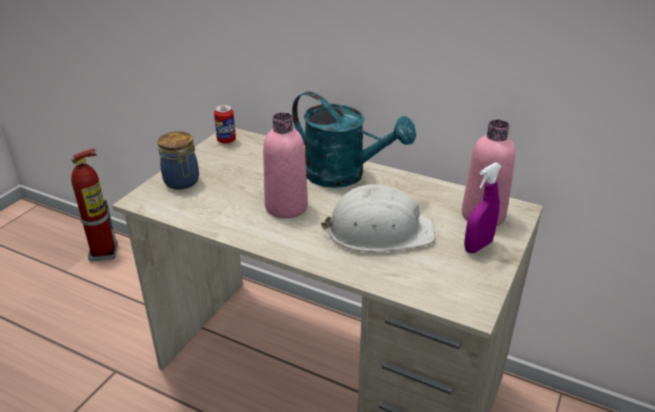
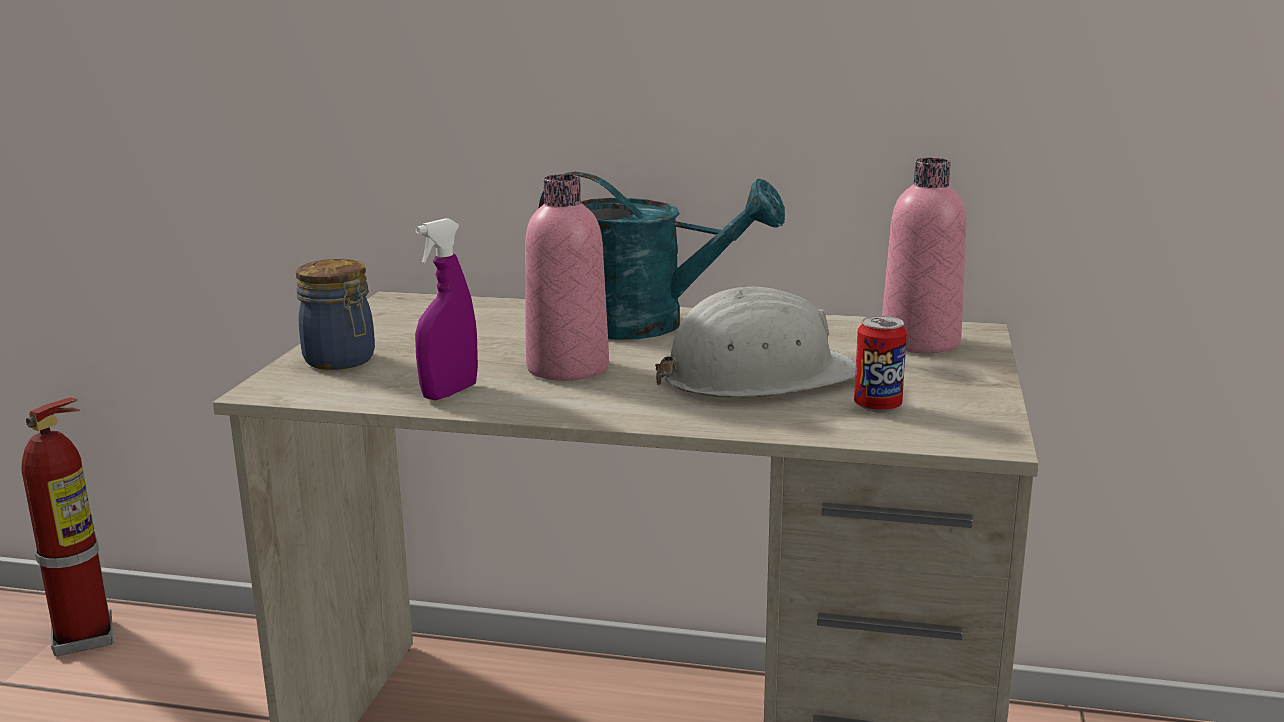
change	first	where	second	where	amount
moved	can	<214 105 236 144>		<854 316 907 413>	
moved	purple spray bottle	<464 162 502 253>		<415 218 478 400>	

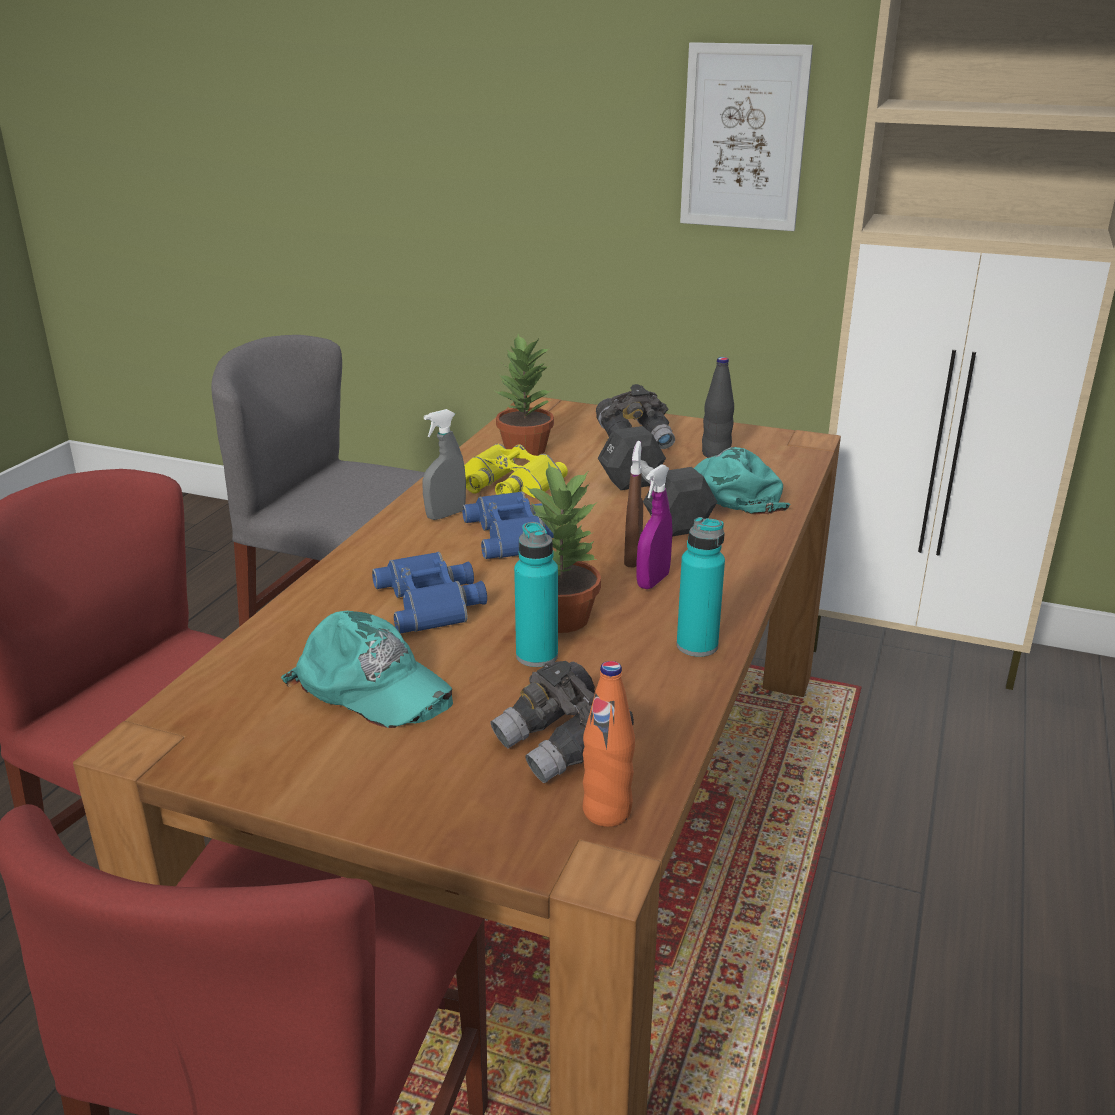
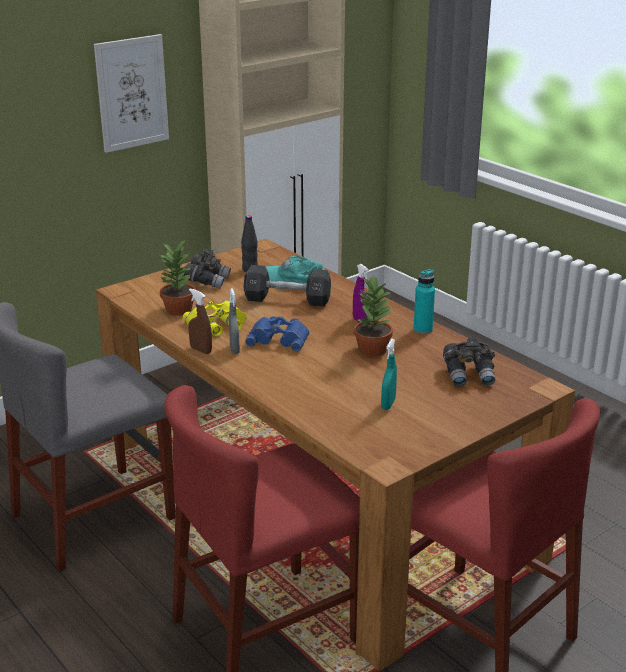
change	first	where	second	where	amount
replaced	turquoise cap	<281 611 453 728>	turquoise spray bottle	<381 339 397 410>	
removed	blue binoculars	<372 552 487 634>			
removed	turquoise bottle	<514 522 558 667>			
removed	orange bottle	<583 661 635 827>			
moved	brown spray bottle	<624 441 643 568>		<188 288 212 354>	

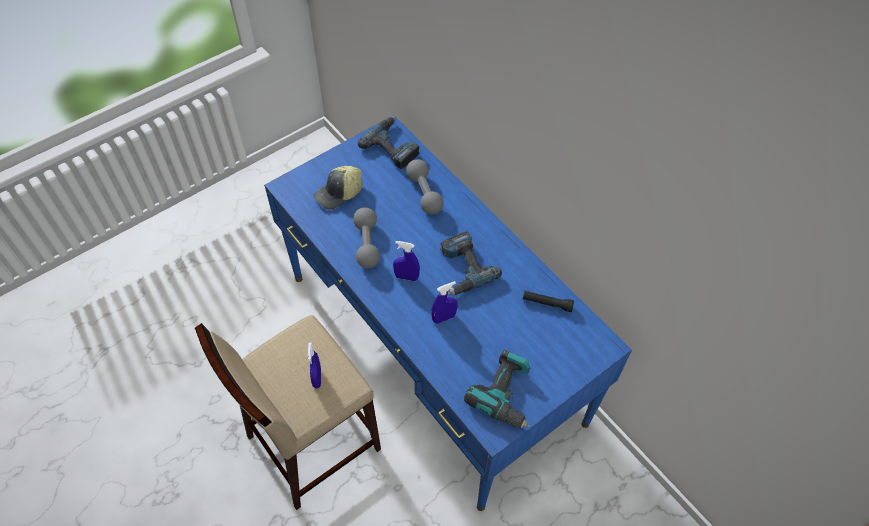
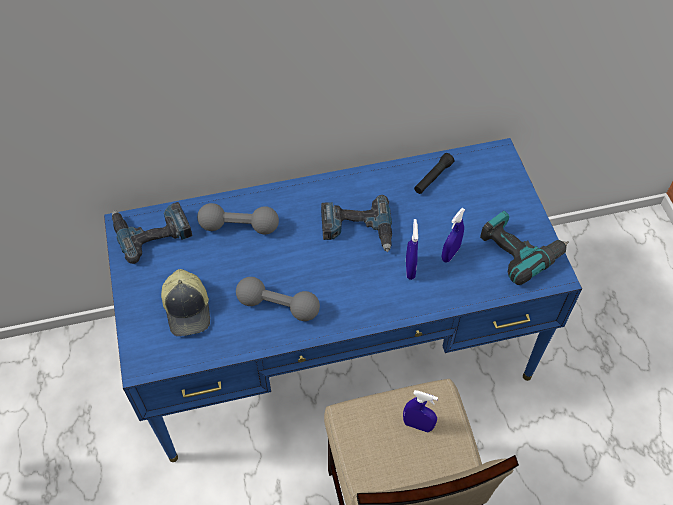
change	first	where	second	where	amount
moved	blue spray bottle	<393 241 420 281>		<442 208 465 263>	

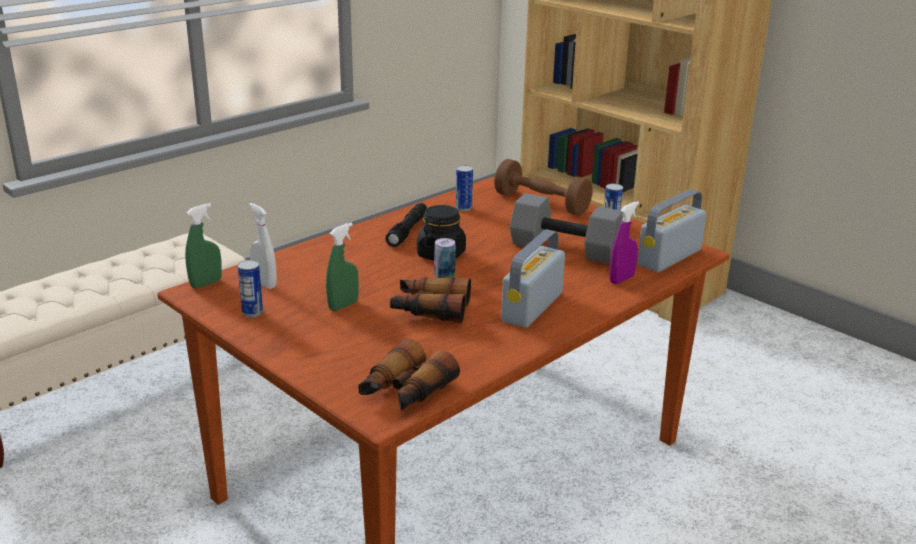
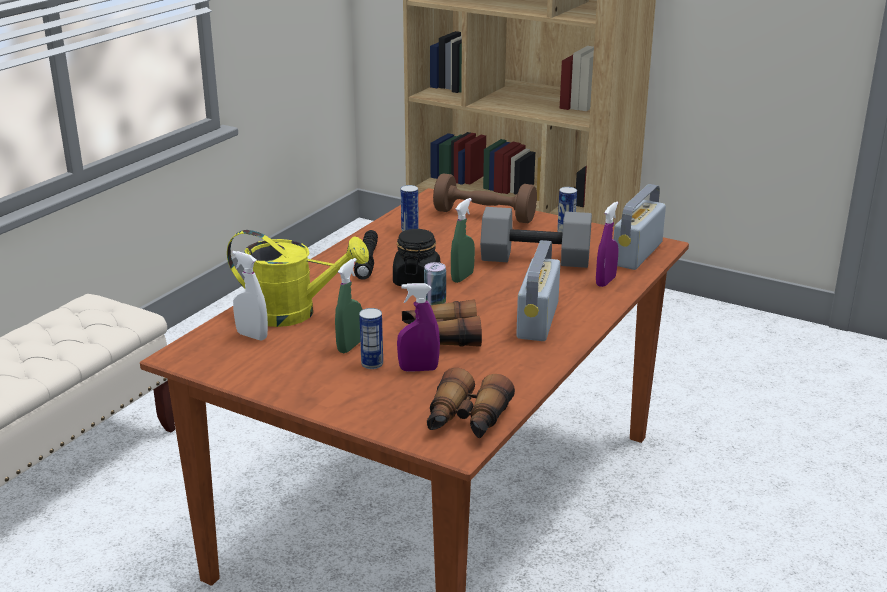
change	first	where	second	where	amount
moved	green spray bottle	<185 203 222 288>		<451 198 475 283>	
moved	can	<238 260 263 317>		<359 308 383 369>	
added			yellow watering can	<227 230 369 327>	
added			purple spray bottle	<397 283 440 371>	

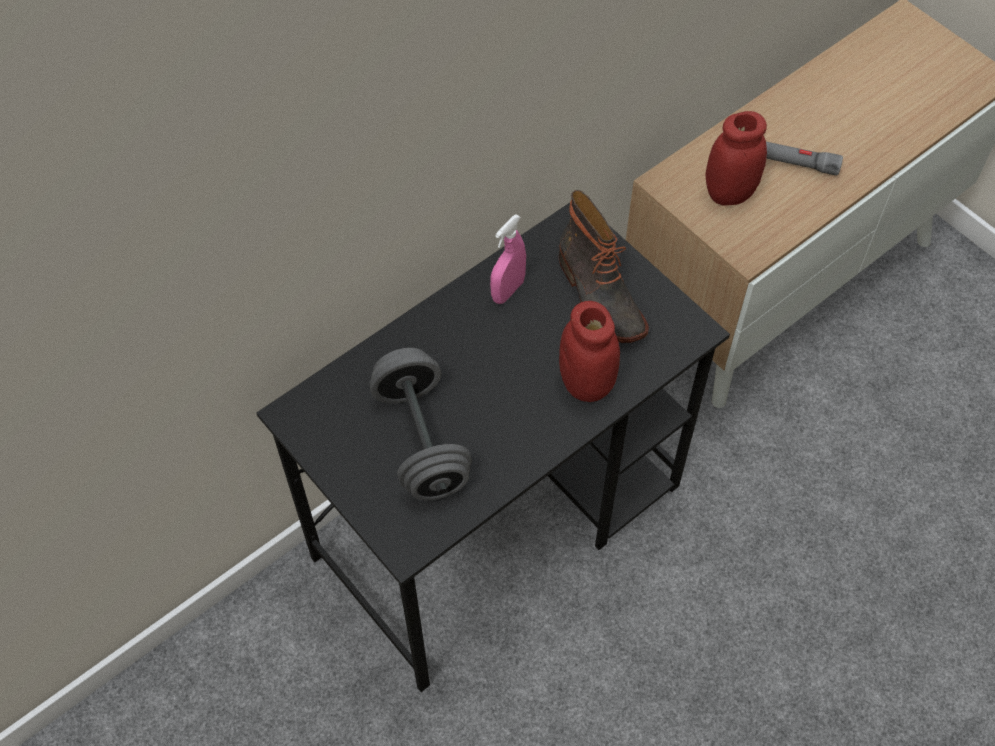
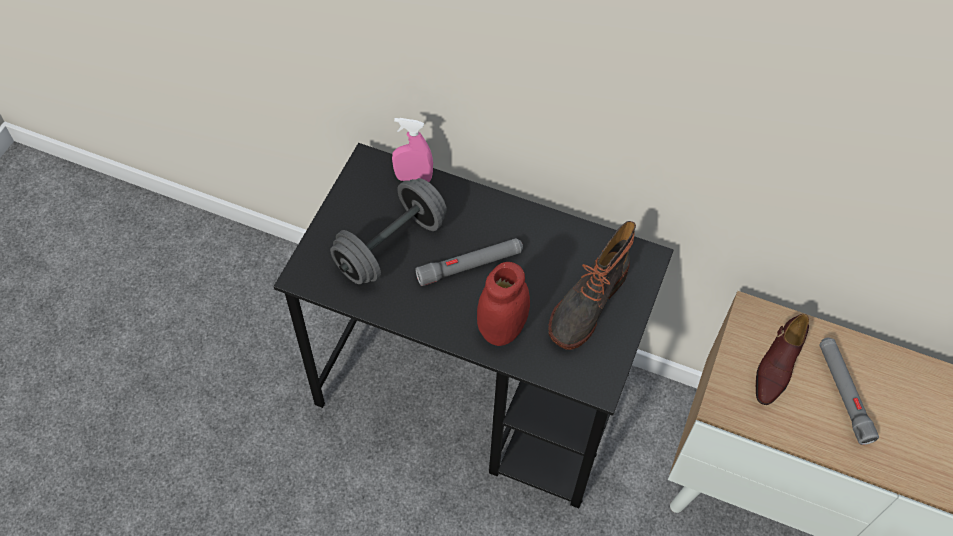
change	first	where	second	where	amount
moved	pink spray bottle	<490 214 526 304>		<392 118 433 182>	
replaced	red jar	<706 111 767 205>	brown shoe	<756 314 809 405>	
added			grey flashlight	<415 238 523 286>	

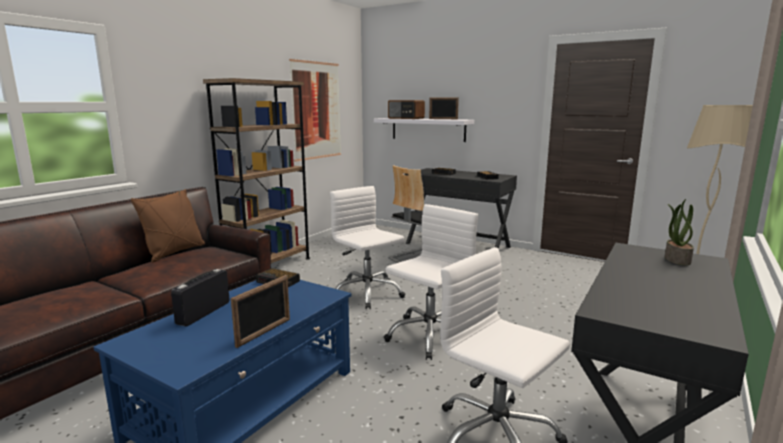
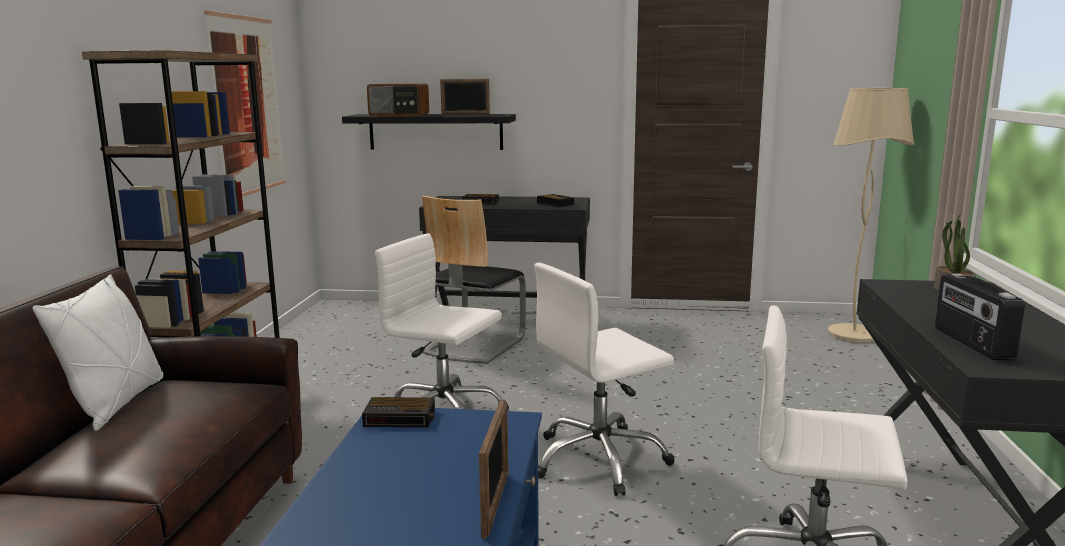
change	first	where	second	where	amount
recoloured	brown pillow	<131 189 205 263>	white pillow	<32 274 163 431>	
moved	radio	<171 269 229 327>		<935 274 1025 360>	
recoloured	white shelf	<374 118 474 142>	black shelf	<342 114 516 150>	
turned	white office chair	<384 204 478 360>		<534 263 675 496>	135 degrees counterclockwise

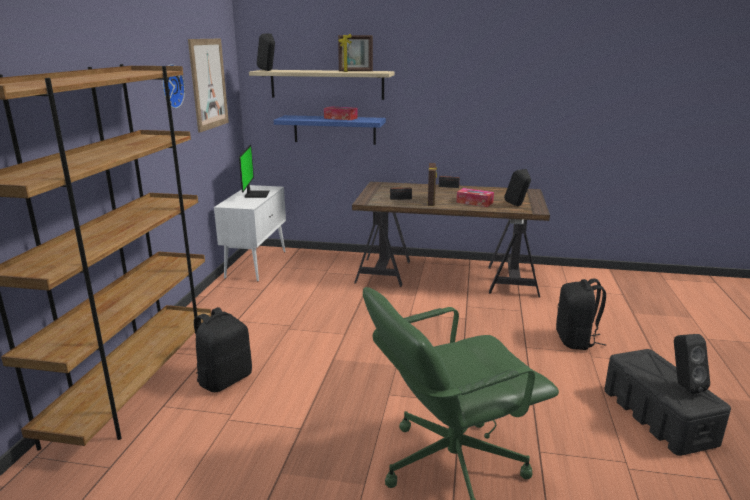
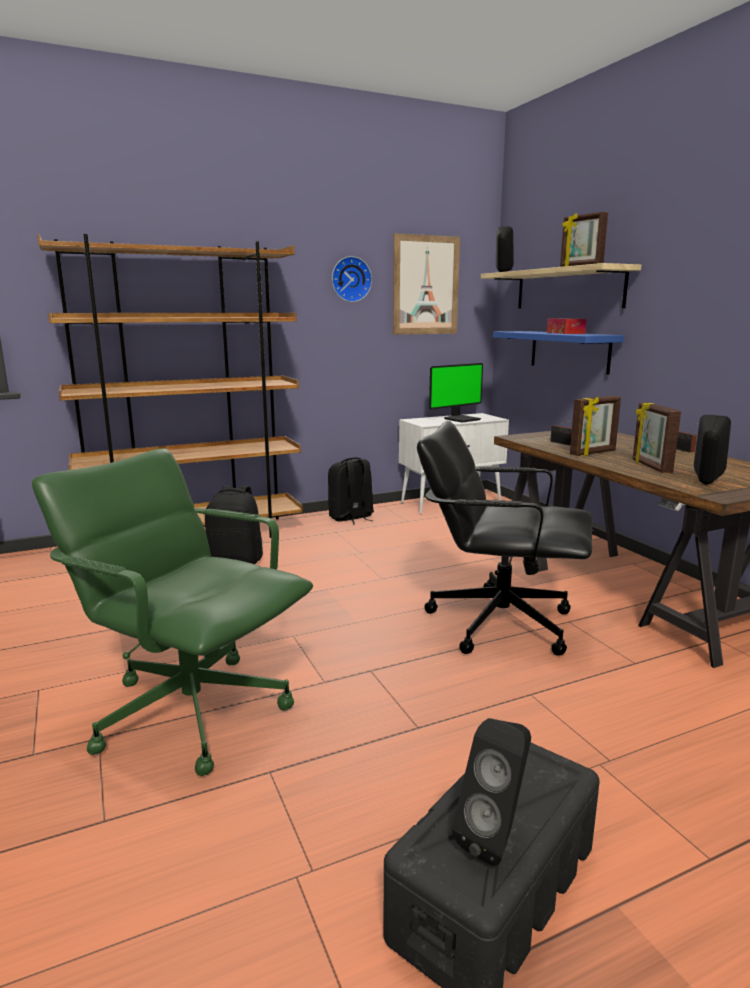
change	first	where	second	where	amount
replaced	tissue box	<456 188 494 207>	picture frame	<633 402 681 473>	
moved	black backpack	<556 279 606 350>		<328 457 374 525>	
added			black office chair	<417 421 593 656>	

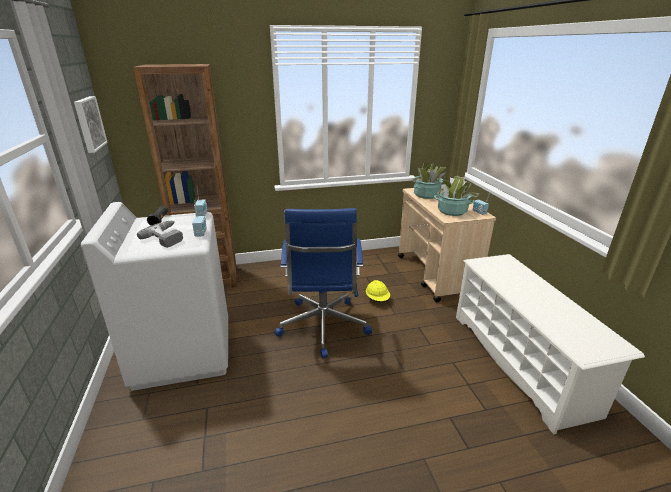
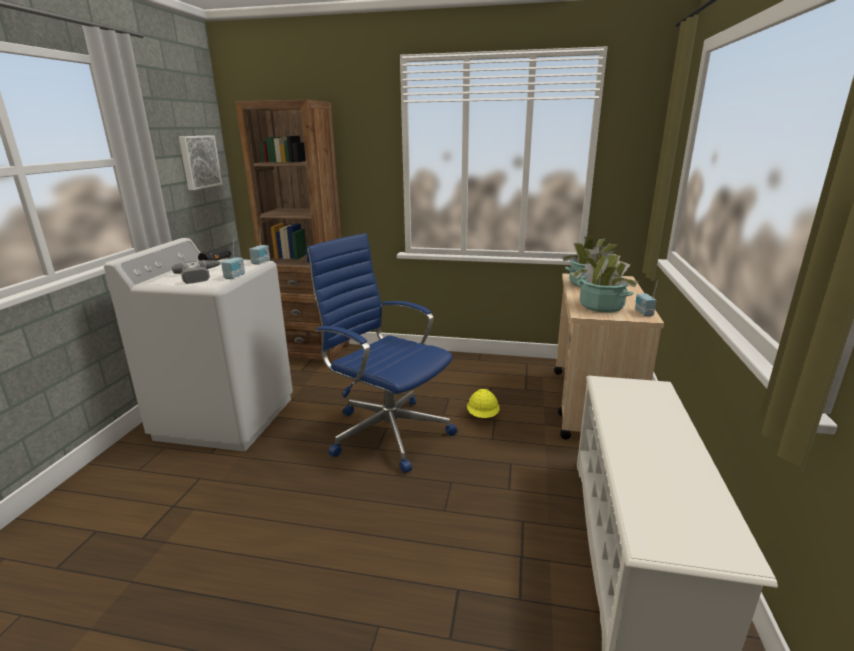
change	first	where	second	where	amount
turned	blue office chair	<274 208 372 358>		<306 233 457 473>	105 degrees clockwise

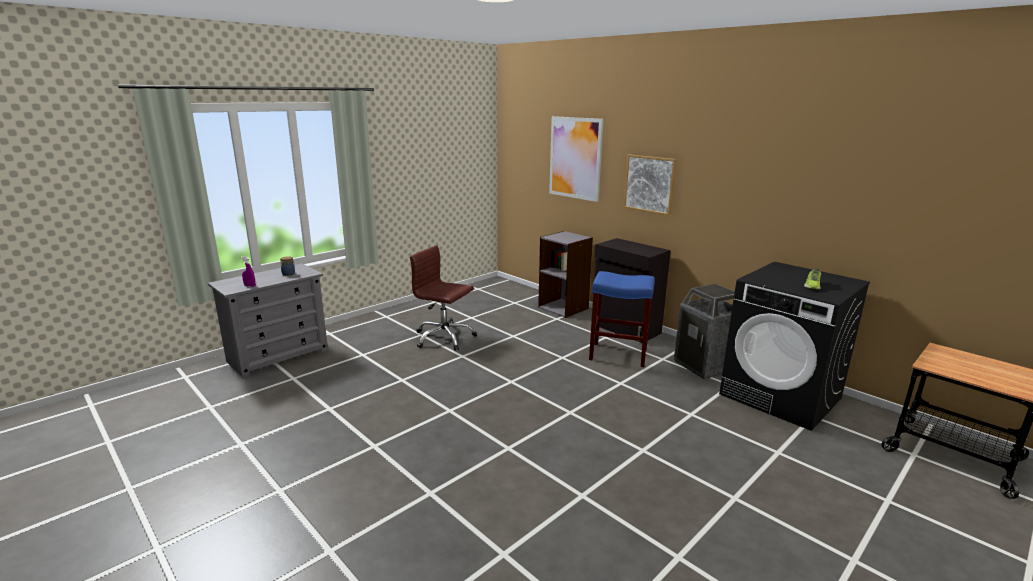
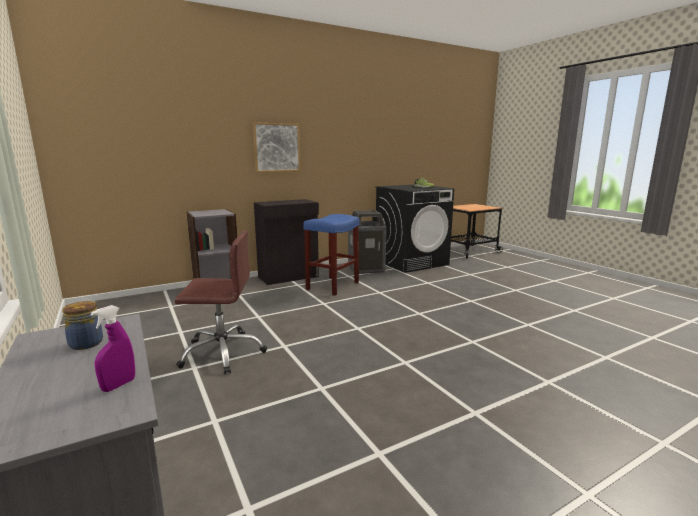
change	first	where	second	where	amount
turned	brown office chair	<410 245 477 350>		<175 231 267 374>	135 degrees counterclockwise
removed	picture	<549 116 604 202>			

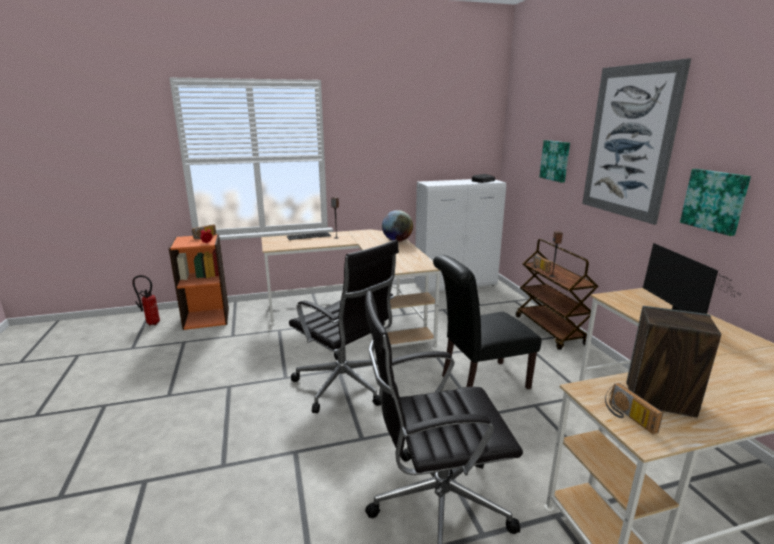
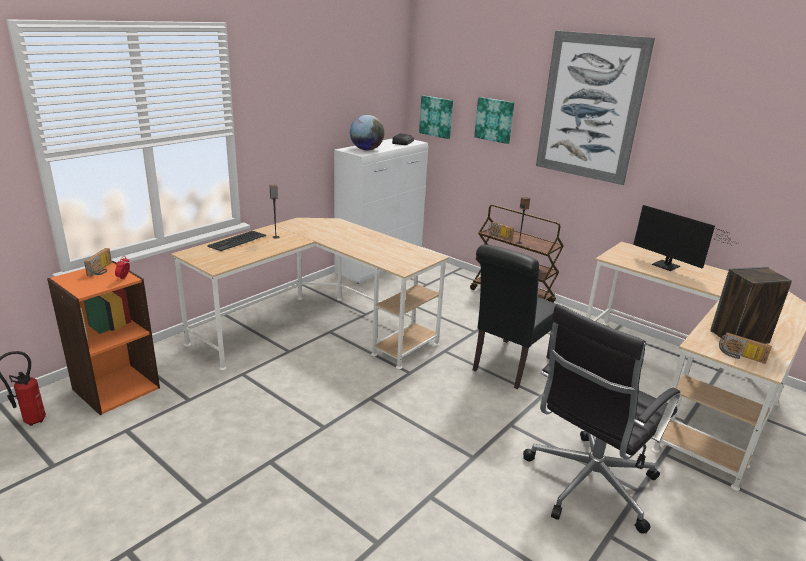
change	first	where	second	where	amount
removed	black office chair	<289 240 399 413>			
moved	globe	<382 210 413 242>		<350 115 384 150>	
moved	picture	<680 169 751 236>		<419 96 453 139>	

